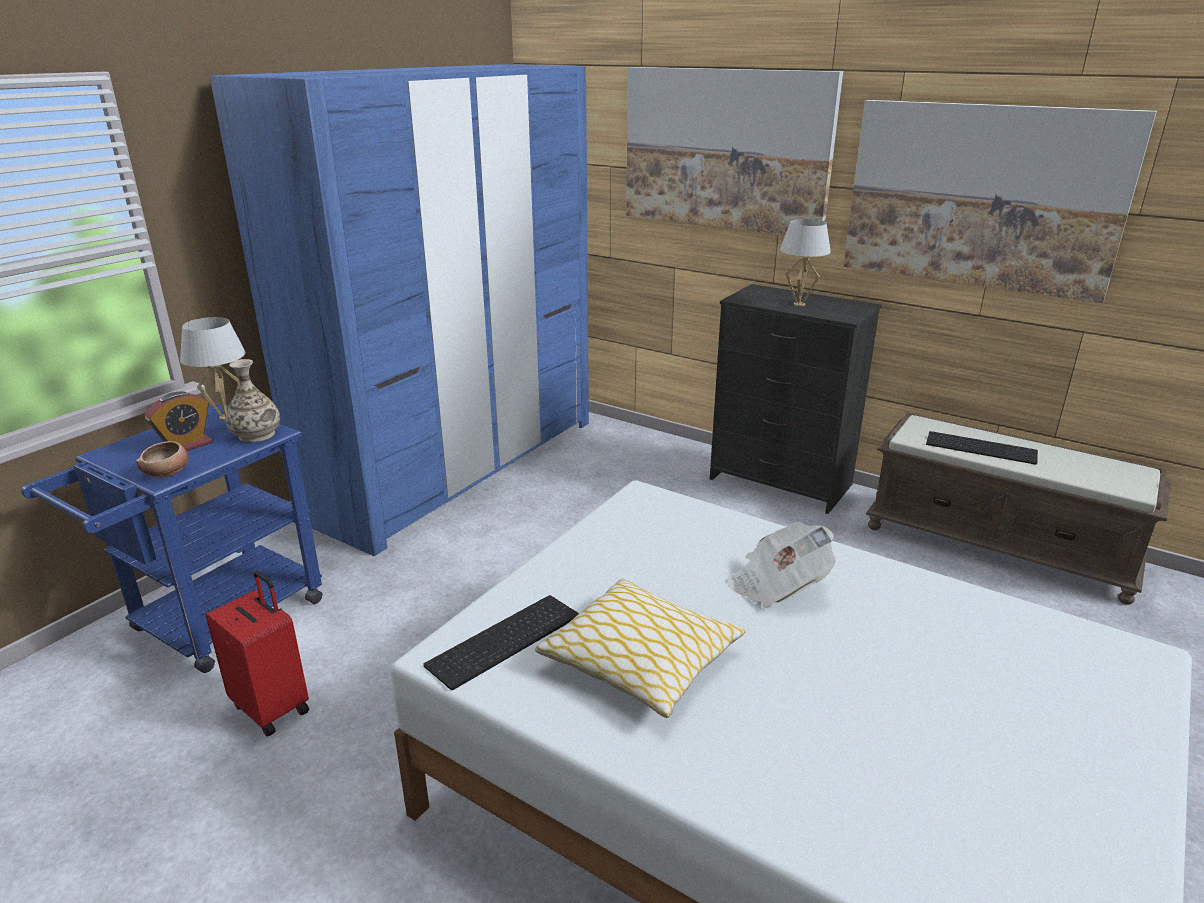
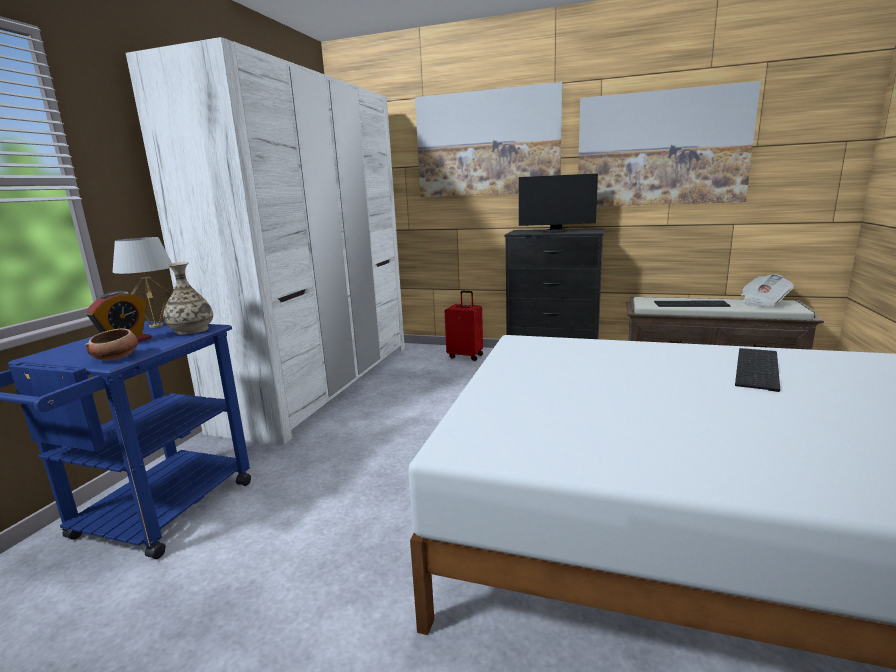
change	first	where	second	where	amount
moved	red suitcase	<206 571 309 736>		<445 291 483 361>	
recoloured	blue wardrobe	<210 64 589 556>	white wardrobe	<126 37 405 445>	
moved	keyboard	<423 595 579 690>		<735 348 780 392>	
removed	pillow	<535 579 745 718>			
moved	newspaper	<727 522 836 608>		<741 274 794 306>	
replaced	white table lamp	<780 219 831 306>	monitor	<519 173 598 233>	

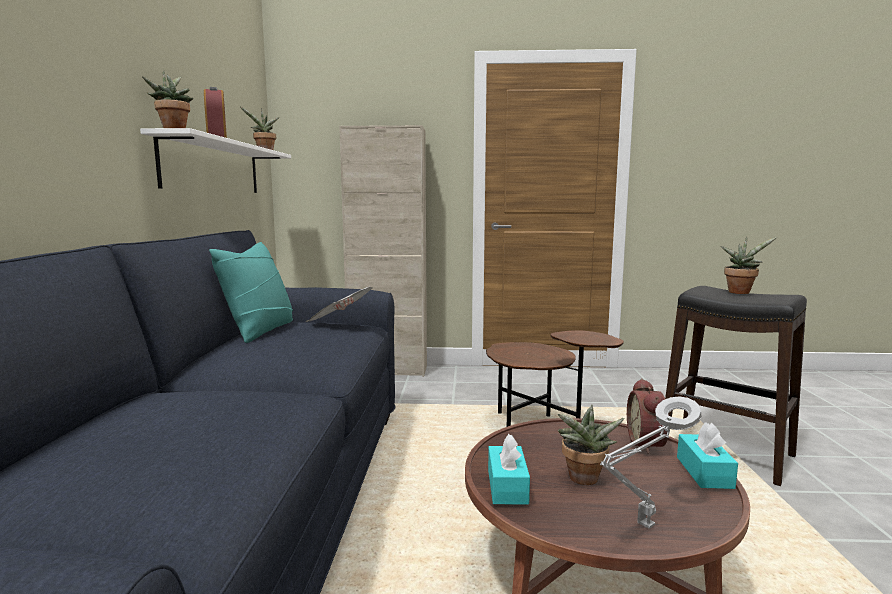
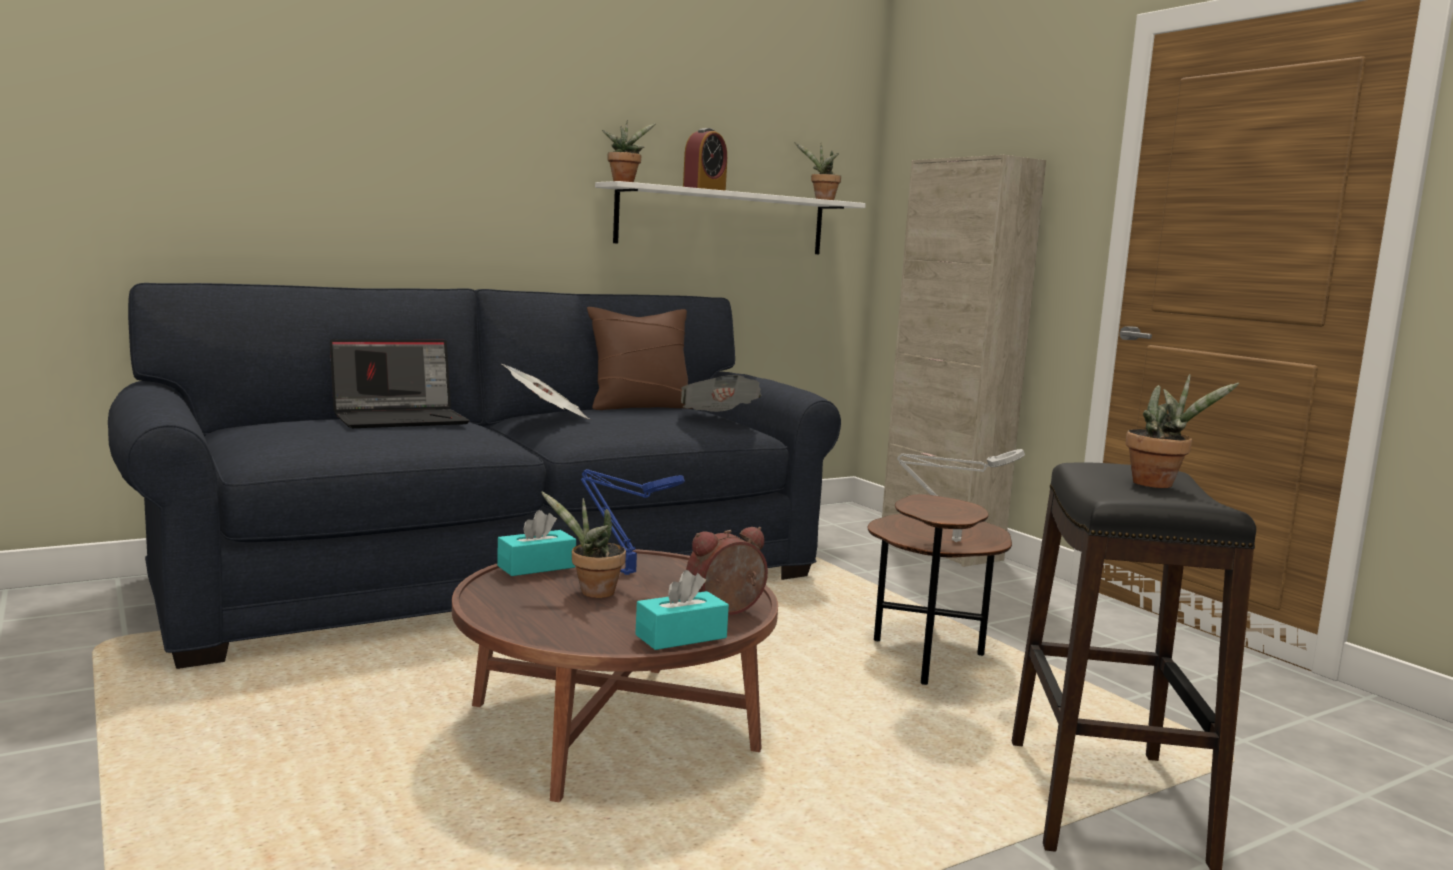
change	first	where	second	where	amount
recoloured	turquoise pillow	<209 242 293 343>	brown pillow	<587 307 692 410>	
moved	grey table lamp	<600 397 702 529>		<897 449 1025 542>	
added			laptop	<330 339 470 428>	
added			newspaper	<502 364 591 420>	
added			blue table lamp	<581 469 685 575>	

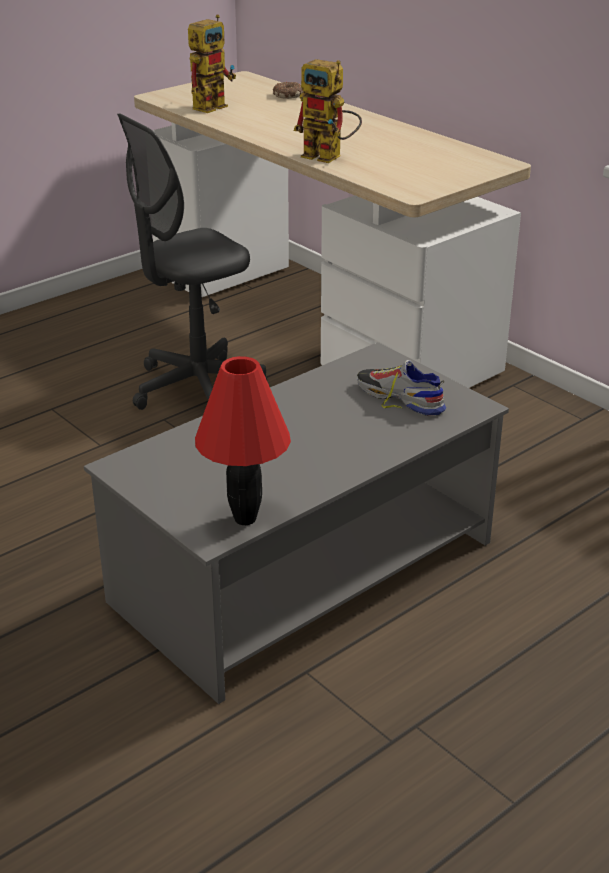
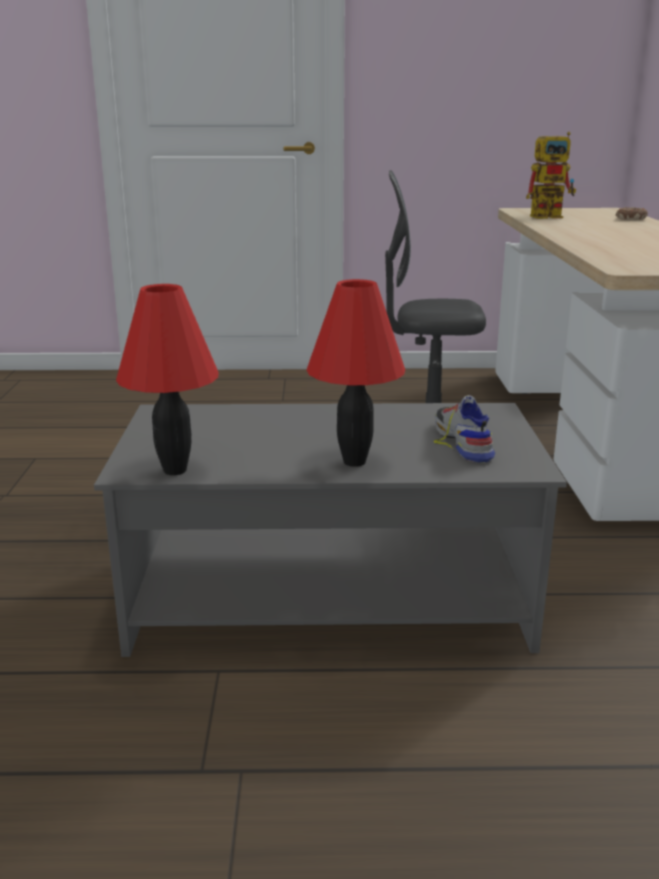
change	first	where	second	where	amount
removed	toy robot	<294 59 362 163>			
added			red table lamp	<306 279 405 467>	

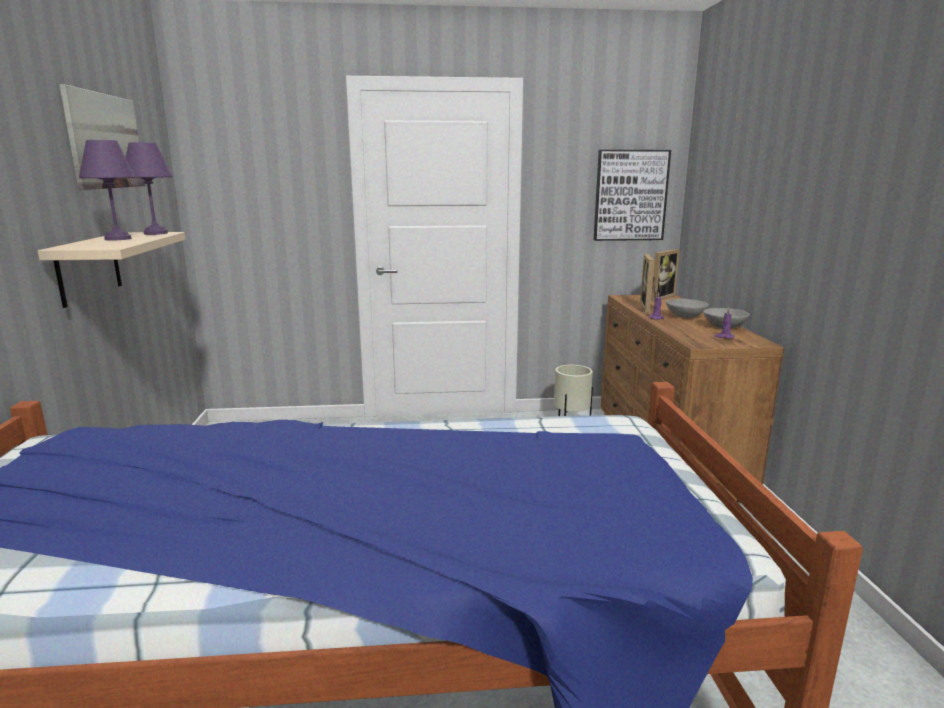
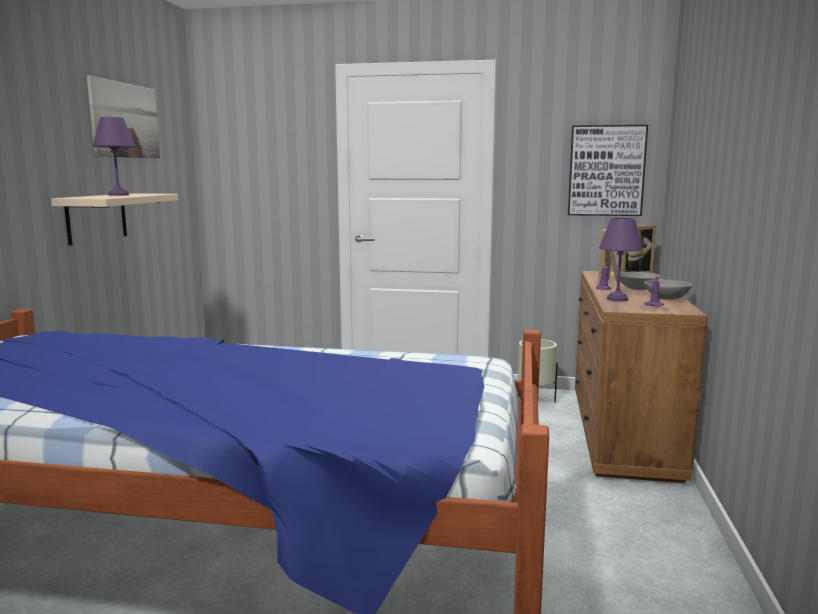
change	first	where	second	where	amount
moved	purple table lamp	<126 142 172 235>		<599 218 643 301>	

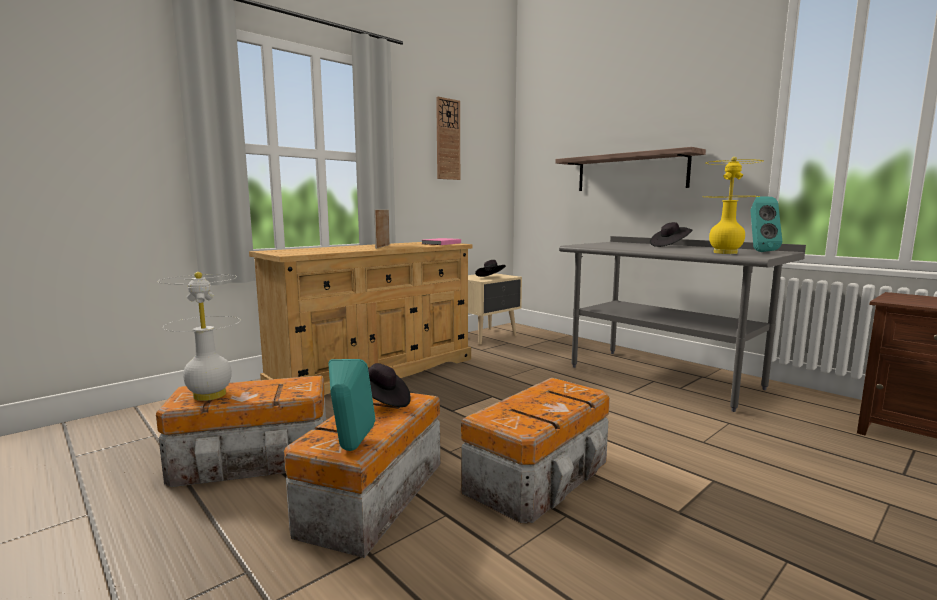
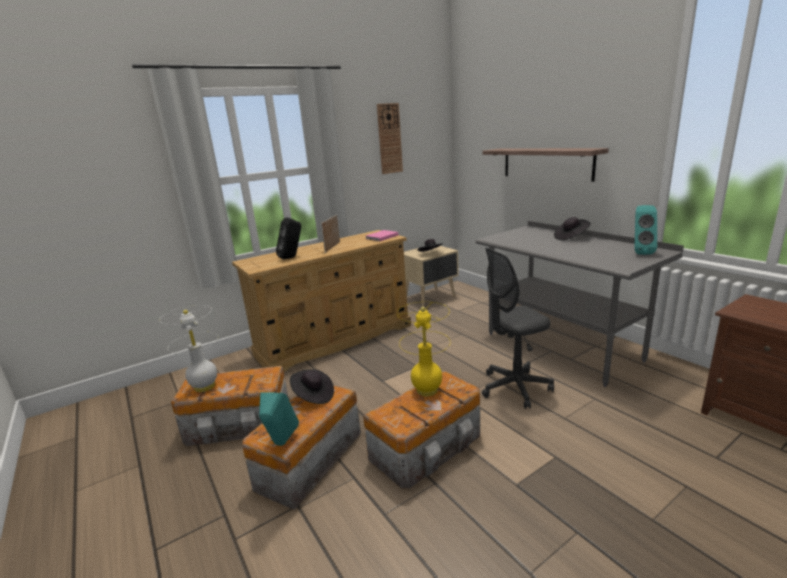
change	first	where	second	where	amount
moved	yellow table lamp	<704 157 764 254>		<397 302 451 396>	
added			black speaker	<276 217 301 259>	
added			grey office chair	<482 248 554 409>	

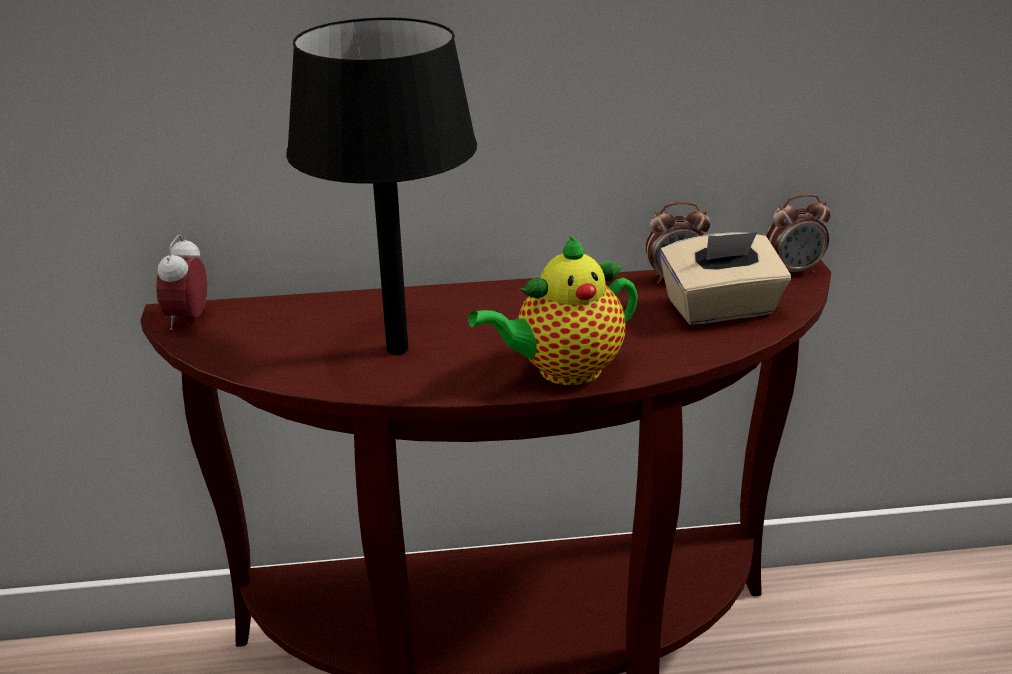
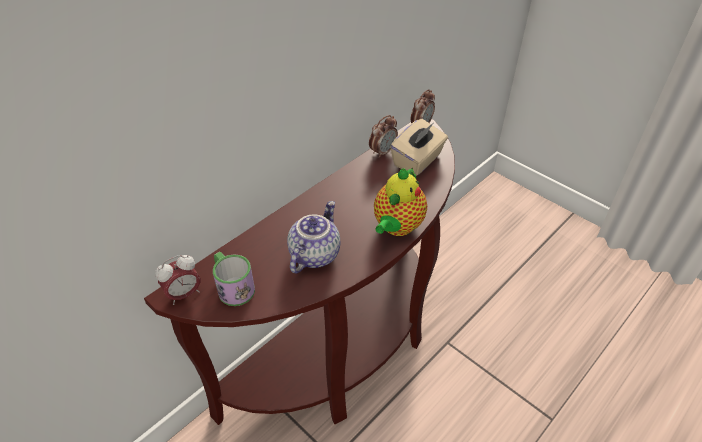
change	first	where	second	where	amount
turned	alarm clock	<156 235 207 330>		<155 255 200 305>	90 degrees counterclockwise
replaced	black table lamp	<286 18 477 355>	teapot	<287 201 340 273>	
added			mug	<213 252 255 306>	

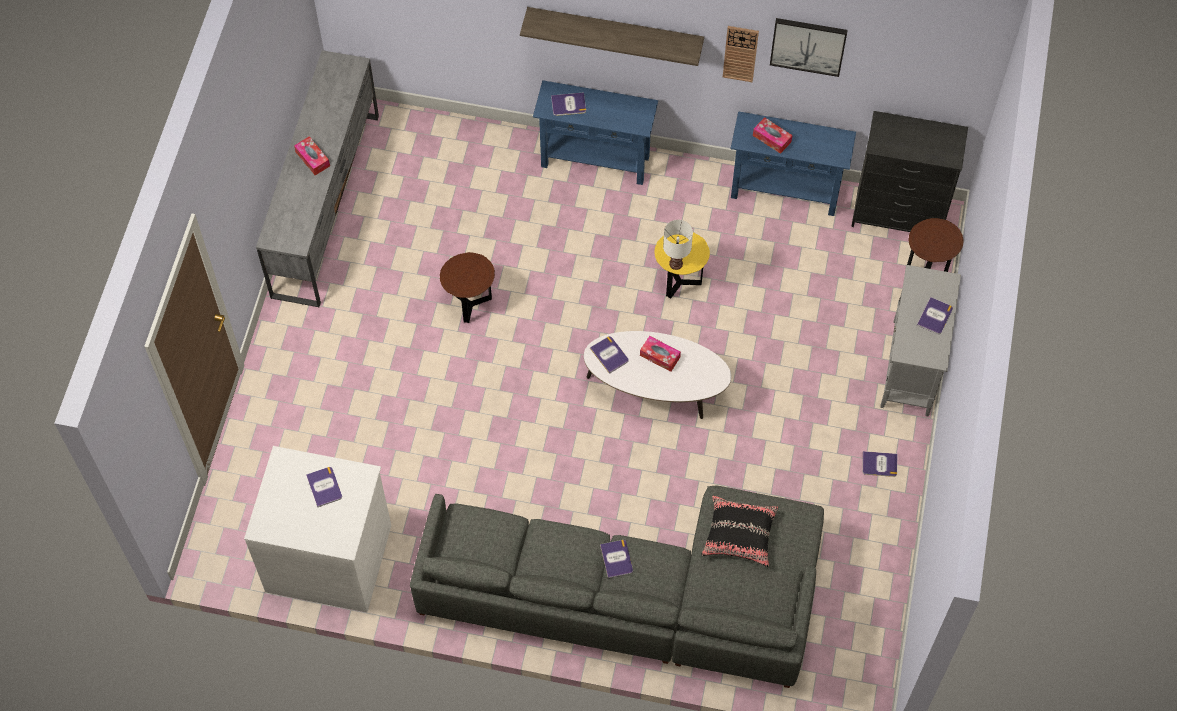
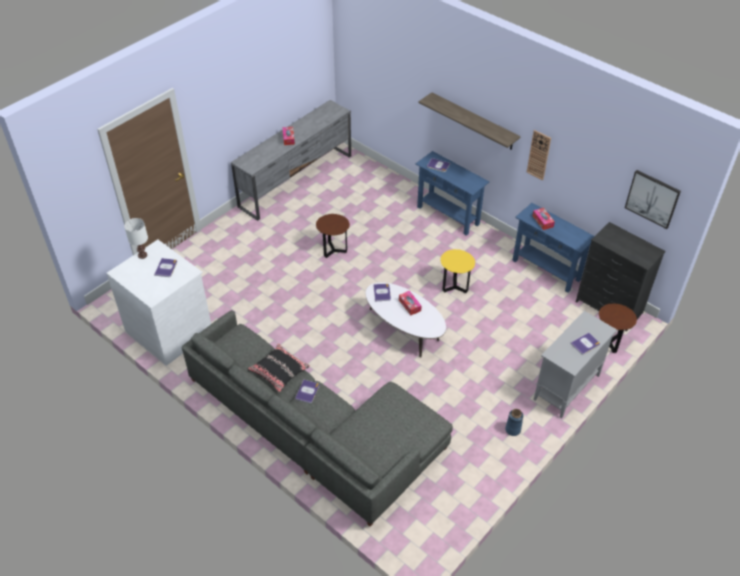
change	first	where	second	where	amount
moved	white table lamp	<663 220 693 270>		<124 218 148 259>	
moved	black pillow	<701 496 778 567>		<247 343 310 393>	
moved	picture	<770 18 848 77>		<625 170 681 229>	
replaced	book	<862 451 897 477>	blue vase	<505 409 523 436>	

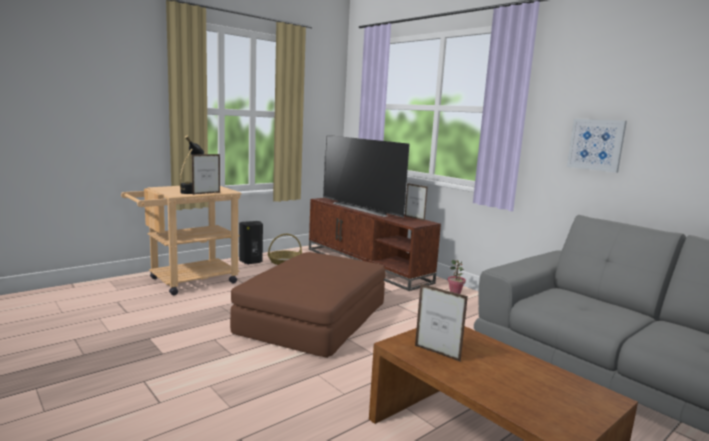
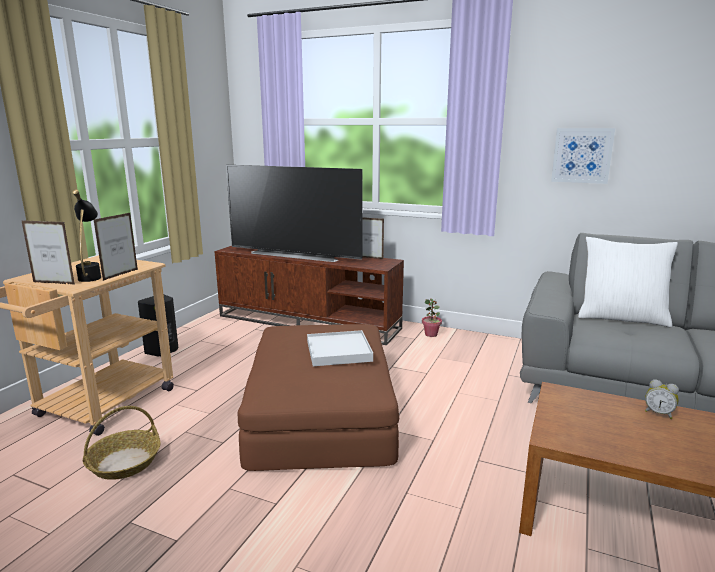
change	first	where	second	where	amount
moved	basket	<268 234 302 265>		<82 406 160 480>	
moved	picture frame	<415 284 468 362>		<21 220 75 285>	
added			white tray	<307 330 373 366>	
added			white pillow	<578 237 678 328>	
added			alarm clock	<645 379 679 419>	

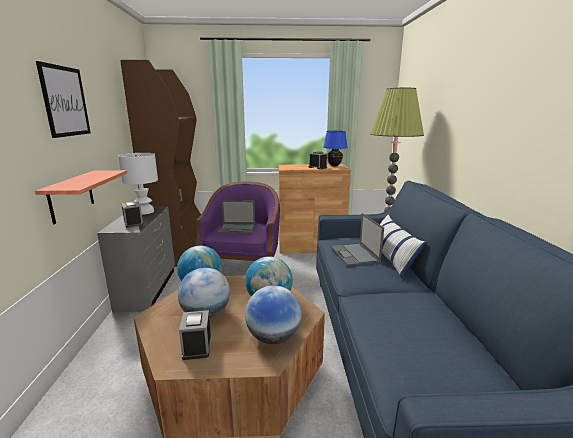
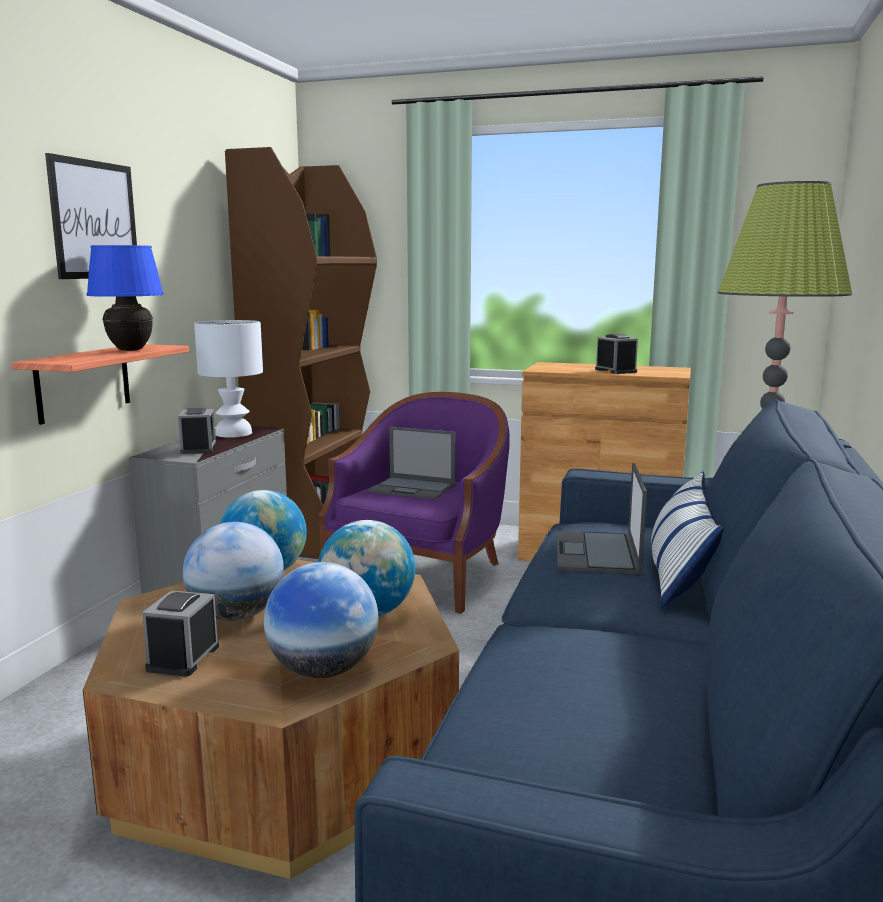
change	first	where	second	where	amount
moved	blue table lamp	<323 131 348 166>		<86 245 164 351>	

